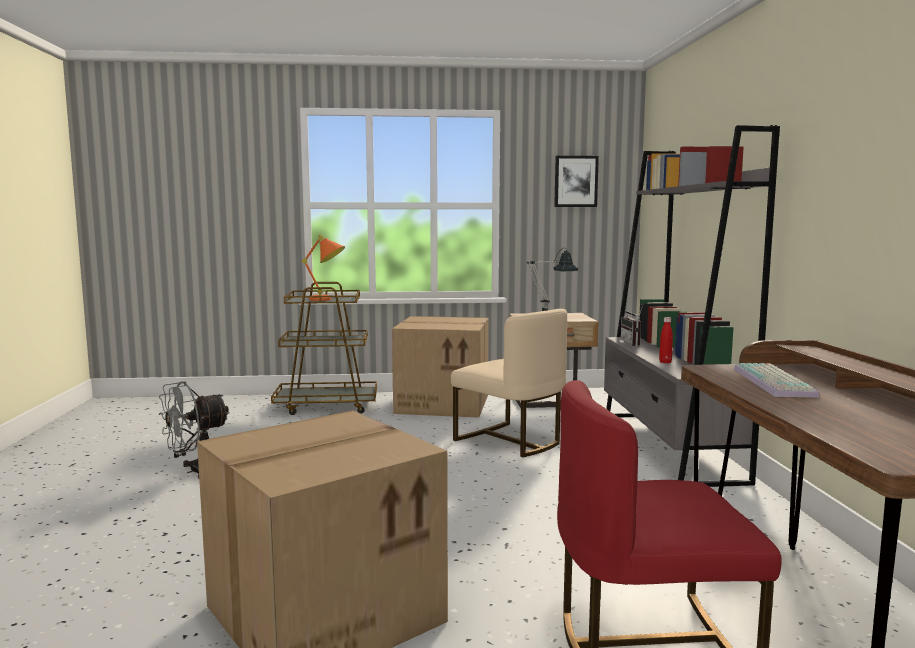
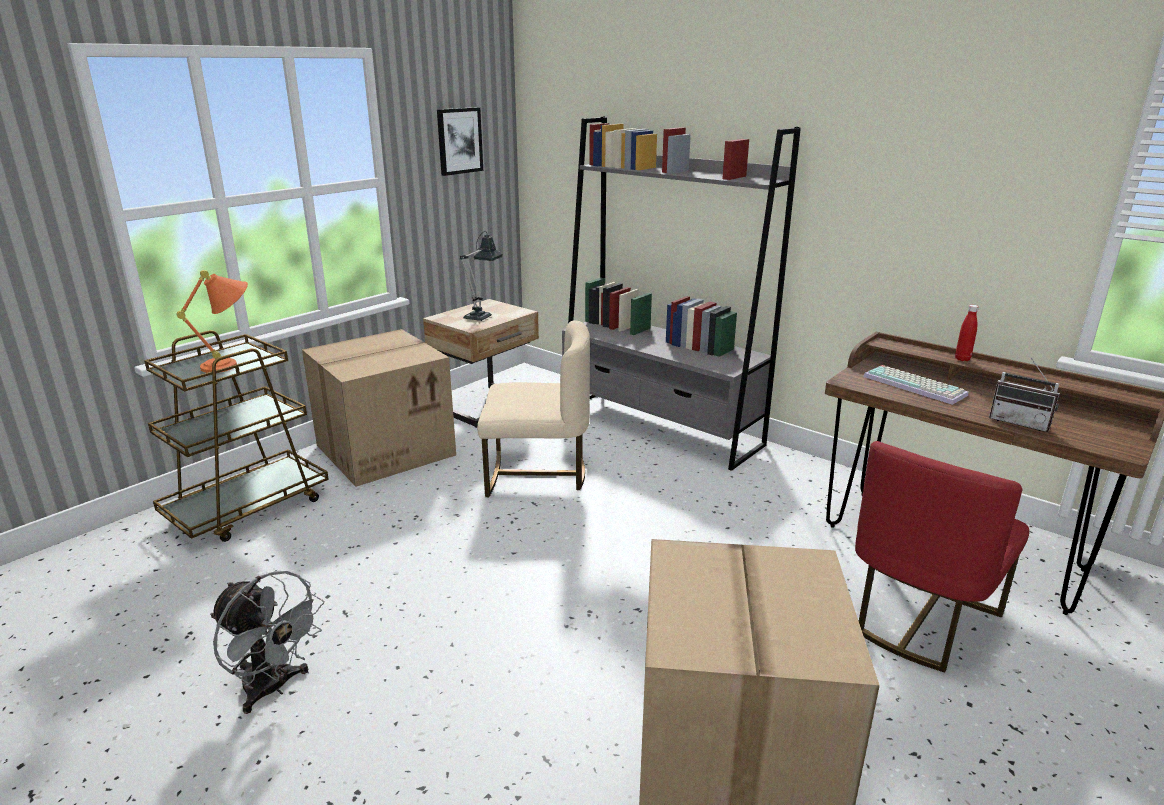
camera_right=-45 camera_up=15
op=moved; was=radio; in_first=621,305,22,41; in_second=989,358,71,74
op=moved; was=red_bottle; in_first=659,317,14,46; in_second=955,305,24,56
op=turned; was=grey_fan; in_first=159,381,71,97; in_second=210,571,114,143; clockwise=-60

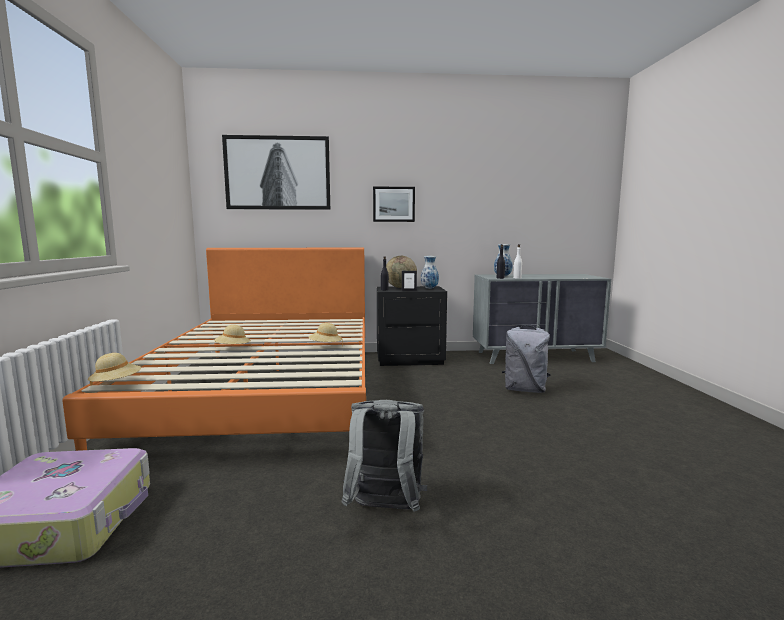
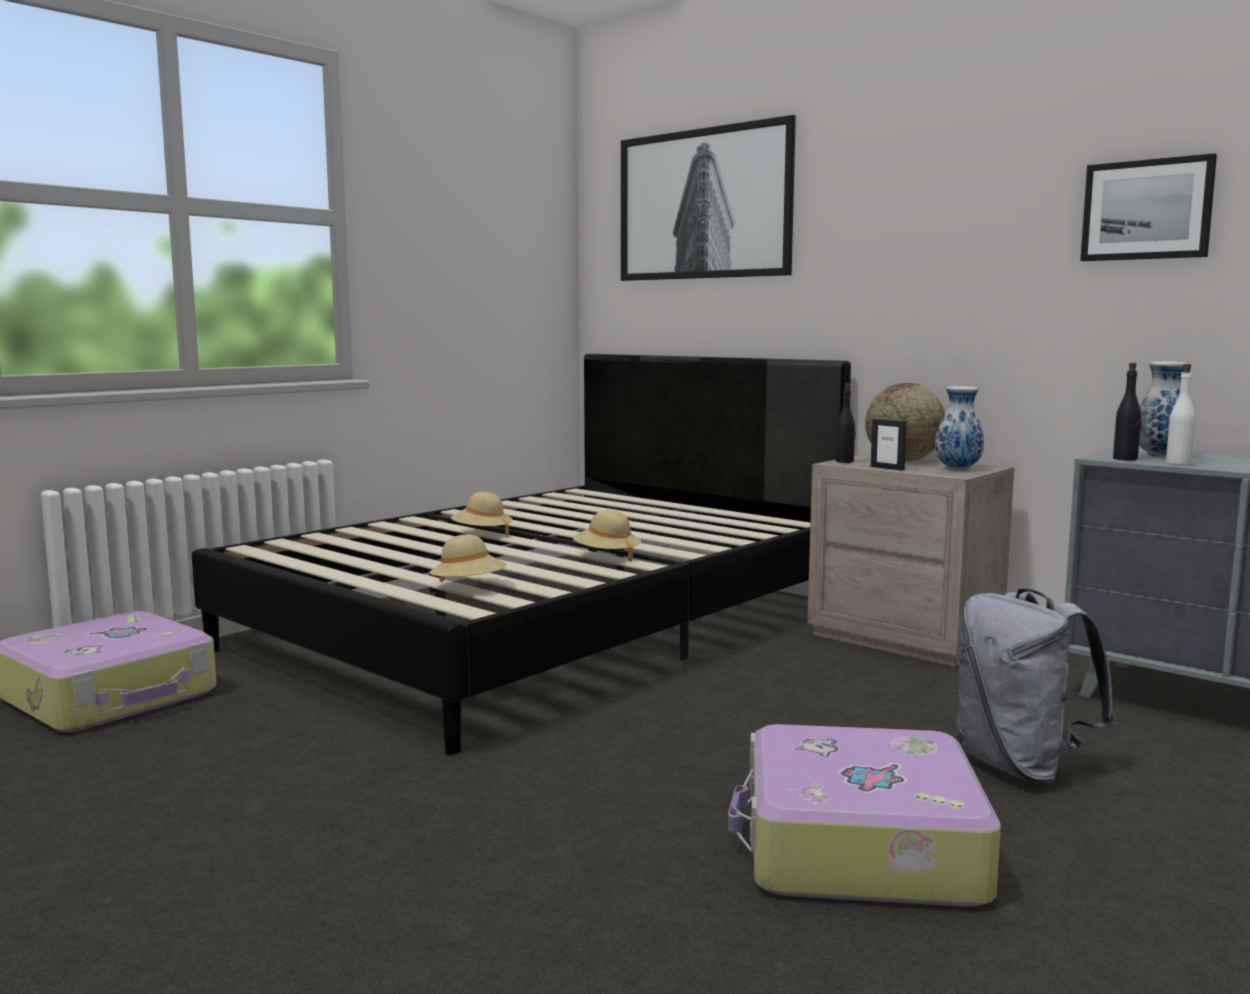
camera_right=45 camera_up=0
op=removed; was=grey_backpack; in_first=342,400,85,112
op=added; now=suitcase; in_second=728,724,273,183
op=moved; was=beige_hat; in_first=88,353,53,33; in_second=429,534,78,48
op=moved; was=picture; in_first=373,187,42,35; in_second=1080,153,137,108
op=recoloured; was=orange_bed; now=black_bed; in_first=62,248,304,203; in_second=192,354,659,401
op=recoloured; was=black_nightstand; now=beige_nightstand; in_first=377,286,70,80; in_second=807,454,207,213

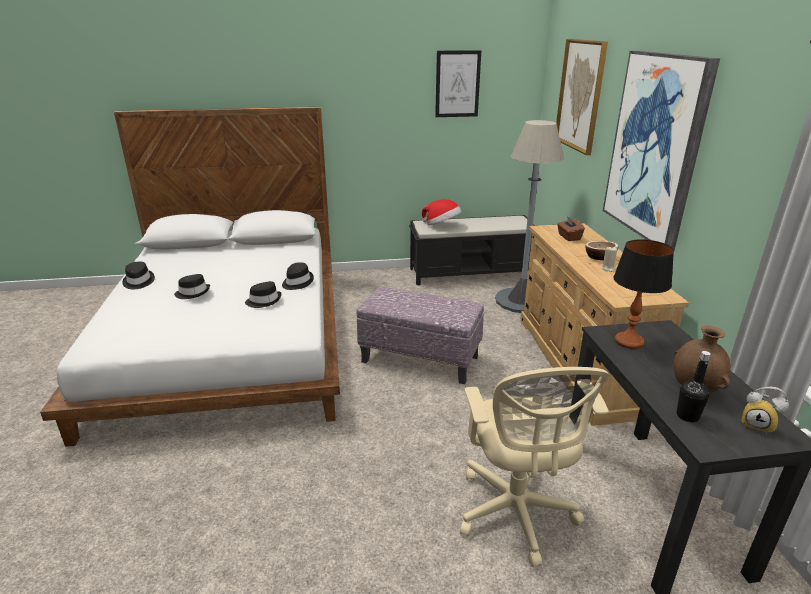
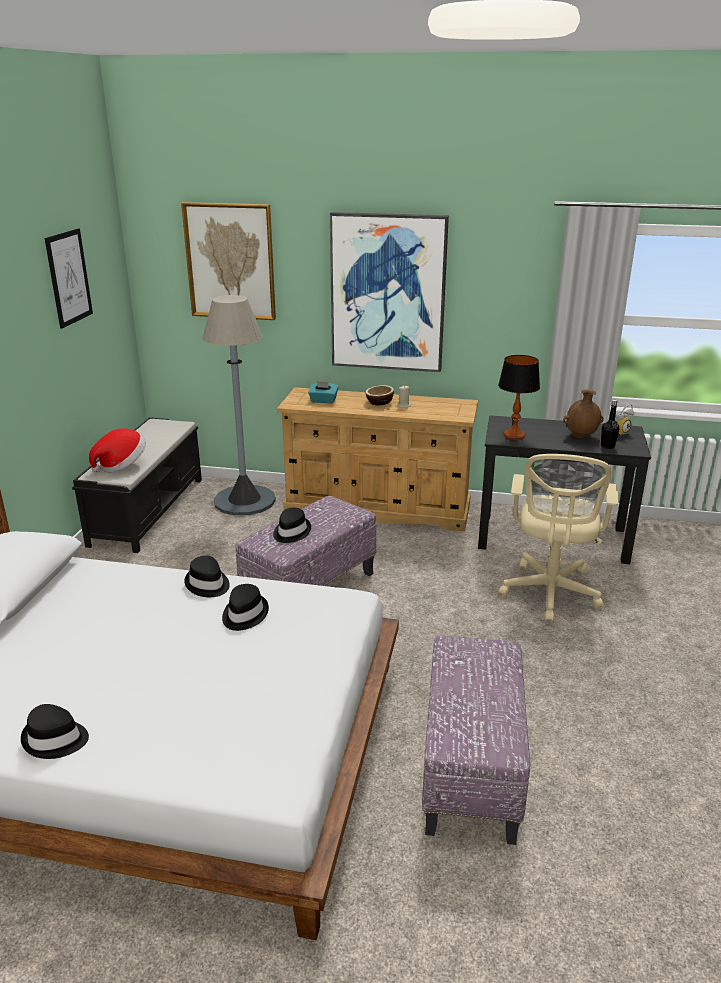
camera_right=-70 camera_up=0
op=added; now=ottoman; in_second=422,635,108,210
op=moved; was=black_hat; in_first=174,274,36,25; in_second=273,508,38,35
op=recoloured; was=brown_tissue_box; now=turquoise_tissue_box; in_first=557,216,28,25; in_second=308,381,30,22
op=turned; was=beige_office_chair; in_first=460,367,150,200; in_second=499,454,119,168; clockwise=90

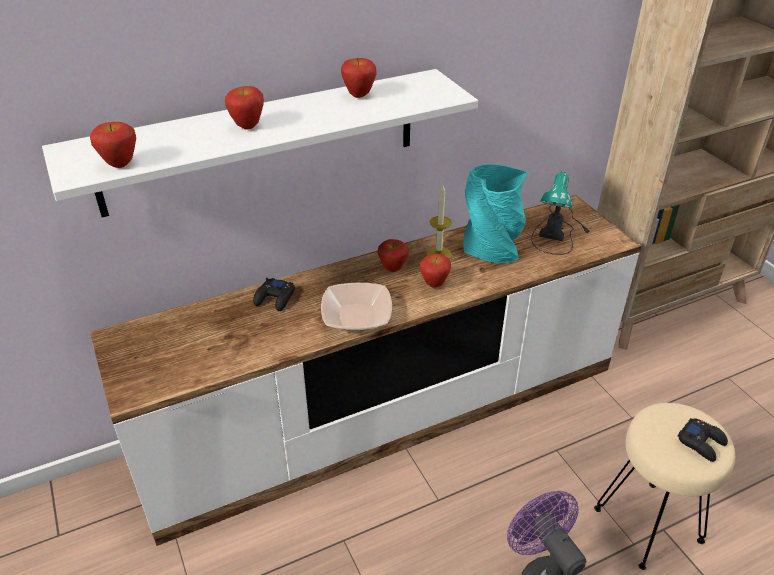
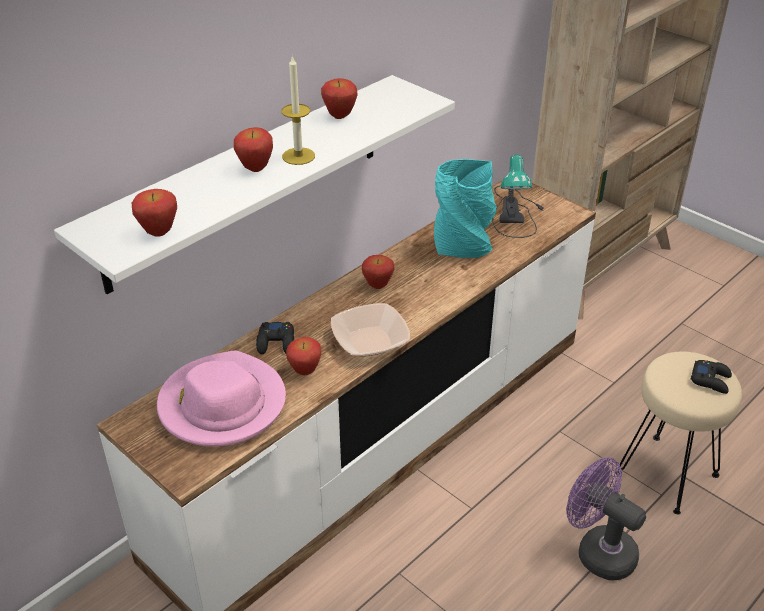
camera_right=-20 camera_up=0
op=added; now=pink_hat; in_second=157,351,129,96
op=moved; was=apple; in_first=420,254,31,34; in_second=286,337,35,38
op=moved; was=candle; in_first=426,185,26,74; in_second=281,55,34,110

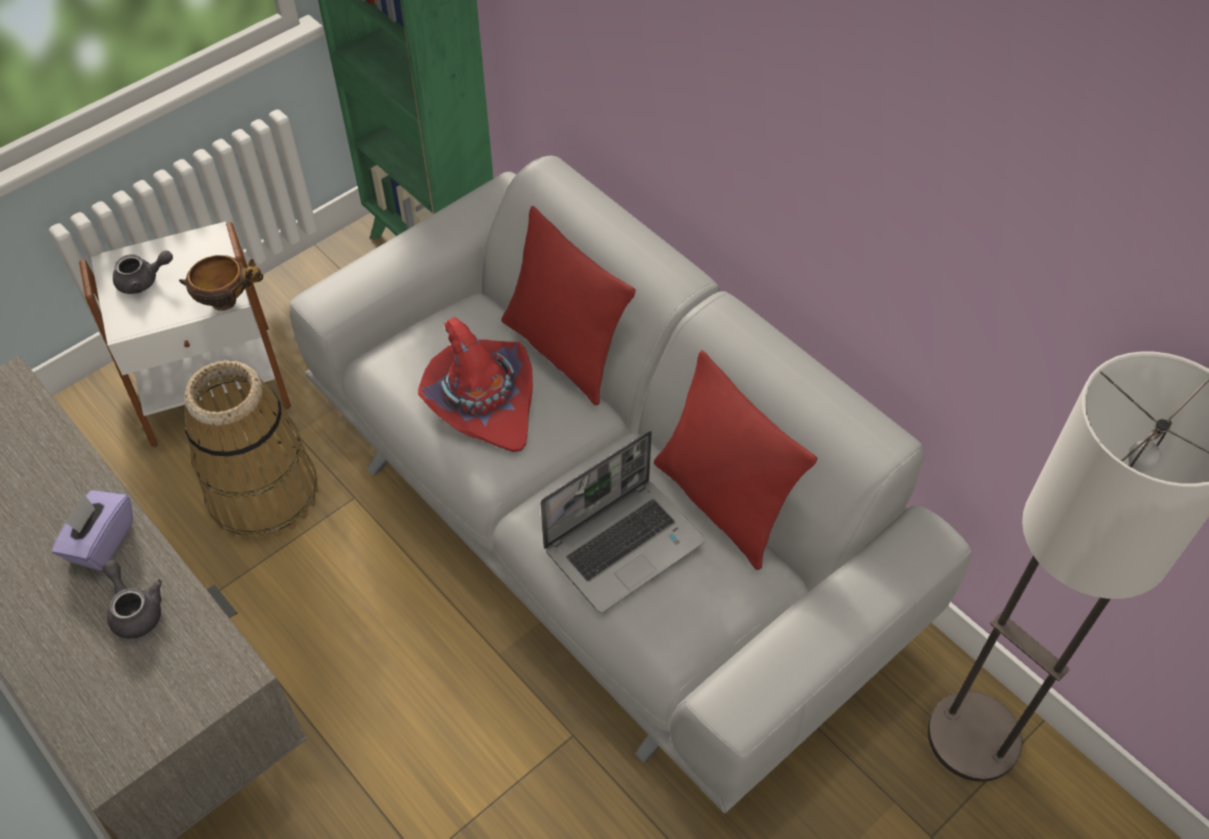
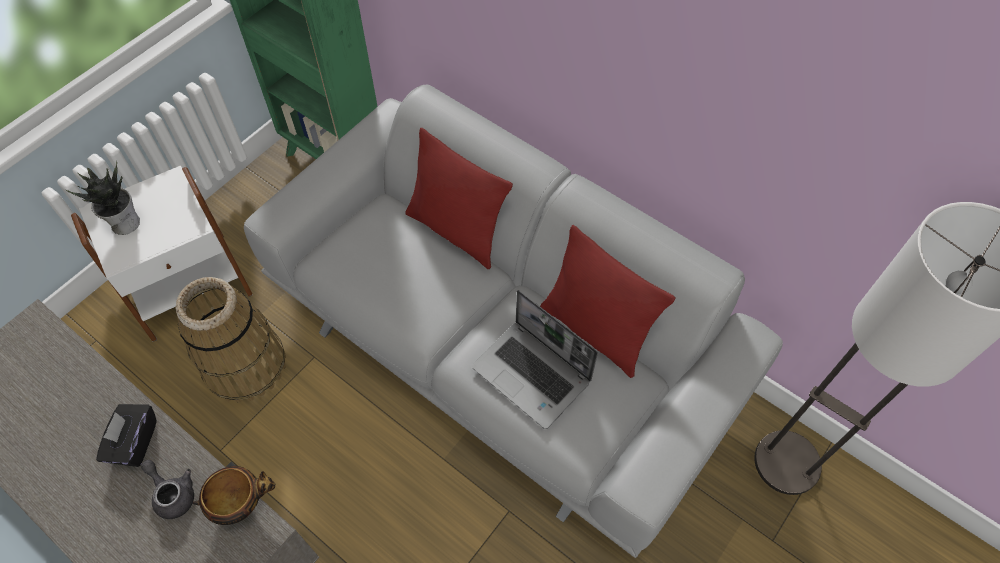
camera_right=-10 camera_up=5
op=removed; was=red_hat; in_first=418,317,115,135
op=moved; was=bowl; in_first=179,255,85,56; in_second=192,466,83,59
op=replaced; was=grey_teapot; now=potted_plant; in_first=113,250,60,44; in_second=66,160,74,75
op=recoloured; was=purple_tissue_box; now=black_tissue_box; in_first=51,490,82,81; in_second=96,404,61,63
op=turned; was=laptop; in_first=540,431,165,182; in_second=472,290,126,139; clockwise=90

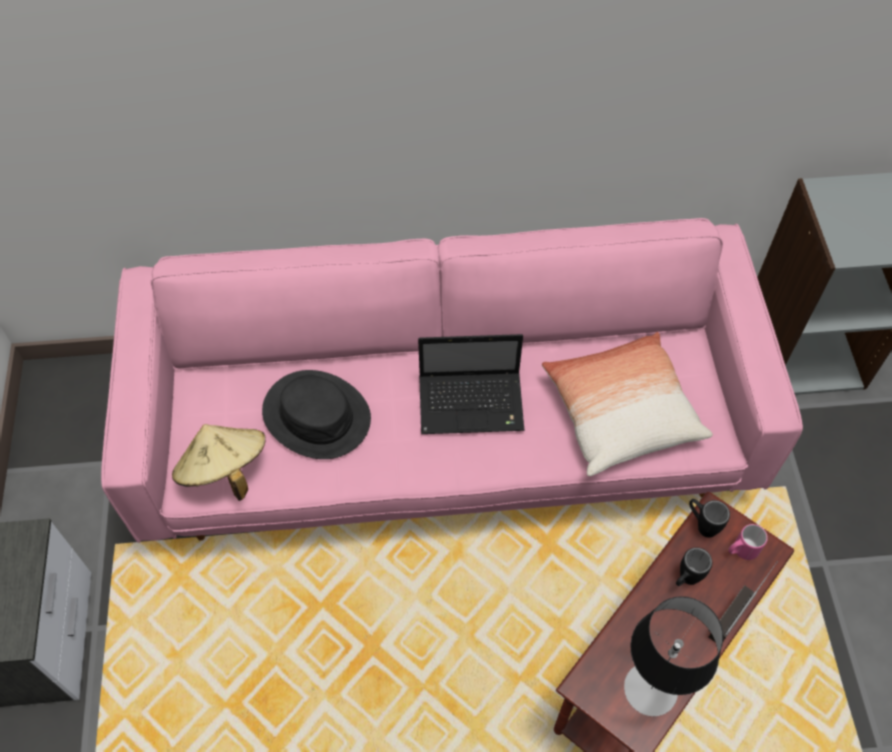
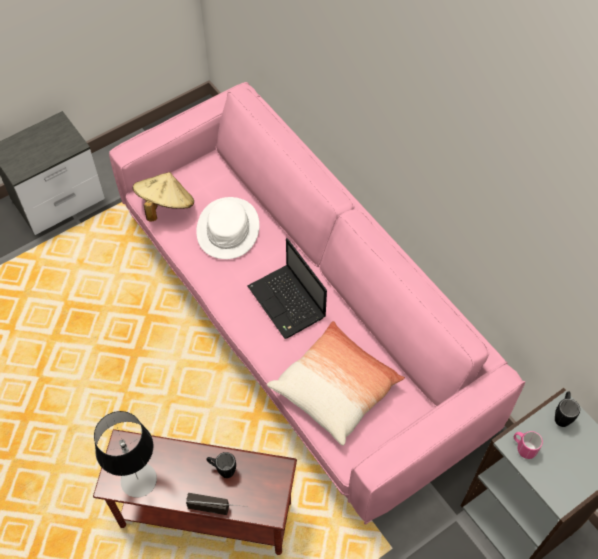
camera_right=60 camera_up=0
op=moved; was=black_mug; in_first=689,499,41,39; in_second=555,392,25,35
op=moved; was=pink_mug; in_first=729,524,39,36; in_second=514,431,29,28
op=recoloured; was=black_hat; now=white_hat; in_first=262,370,109,89; in_second=196,197,63,62

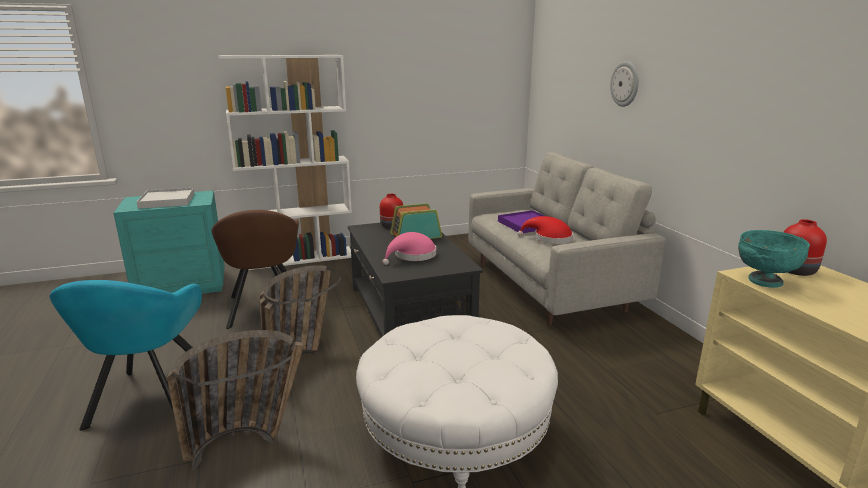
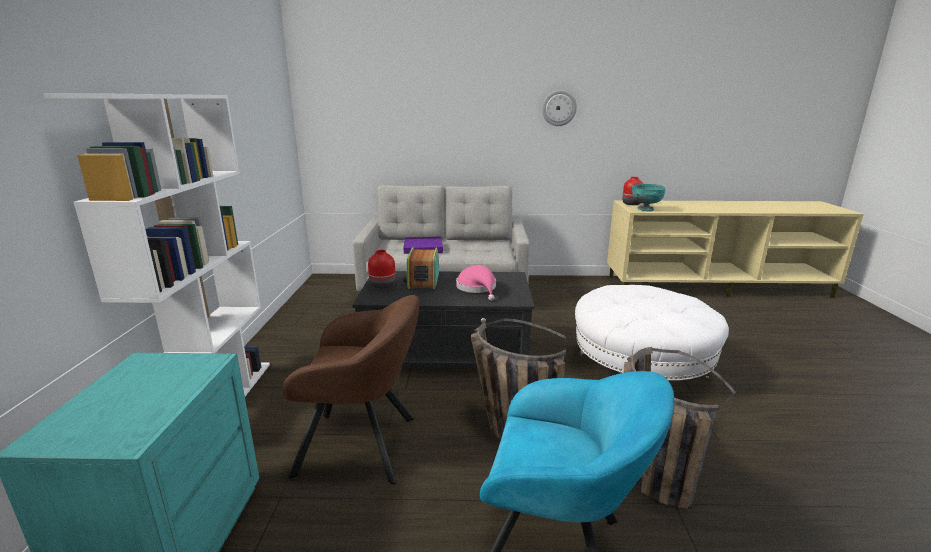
camera_right=-70 camera_up=0
op=removed; was=white_tray; in_first=136,188,58,21
op=removed; was=red_hat; in_first=517,216,56,28
op=moved; was=wall_clock; in_first=610,61,29,46; in_second=542,90,35,36

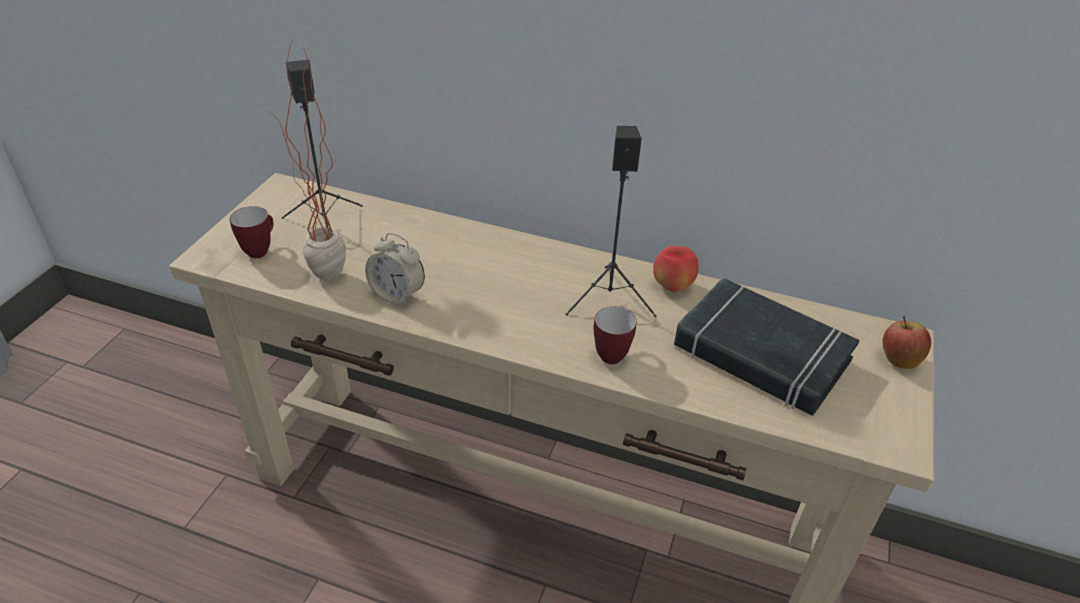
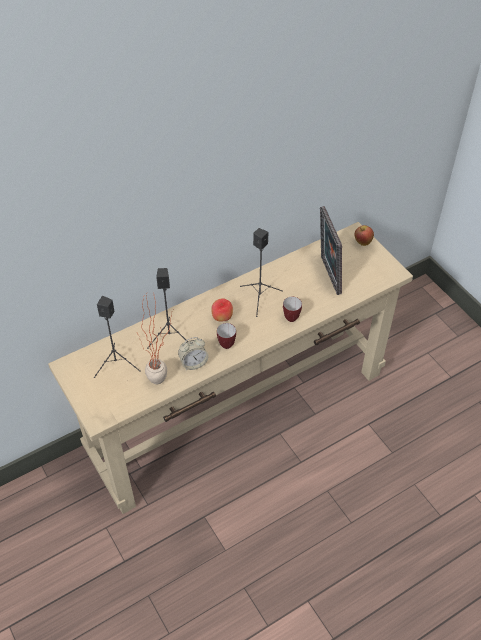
camera_right=-50 camera_up=10
op=added; now=black_speaker; in_second=147,268,41,81
op=moved; was=mug; in_first=230,206,44,52; in_second=217,323,19,26
op=moved; was=apple; in_first=653,246,46,46; in_second=211,298,22,23
op=replaced; was=black_book; now=picture_frame; in_first=674,278,186,138; in_second=320,206,22,89

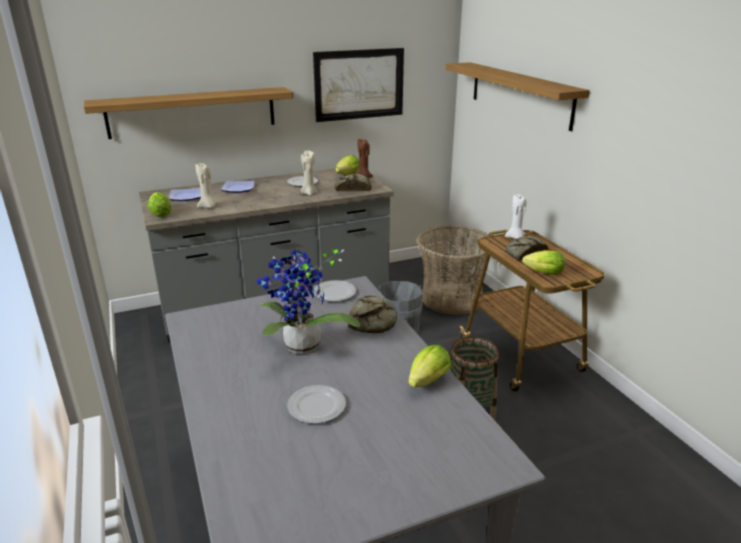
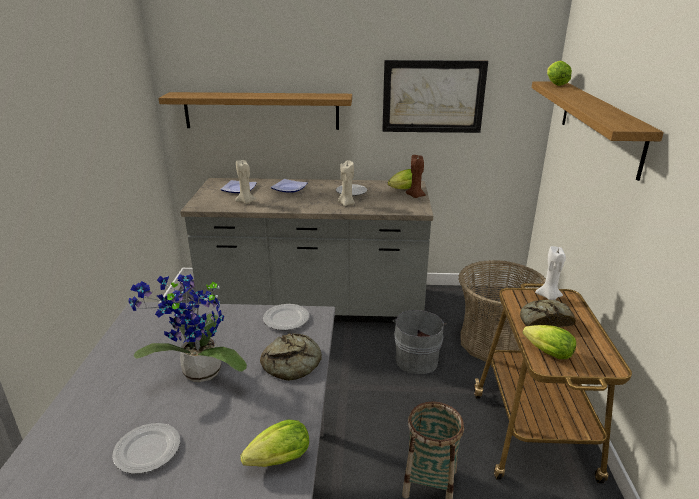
camera_right=25 camera_up=0
op=removed; was=bread; in_first=334,174,38,18
op=moved; was=lettuce; in_first=148,192,24,25; in_second=547,60,25,26

